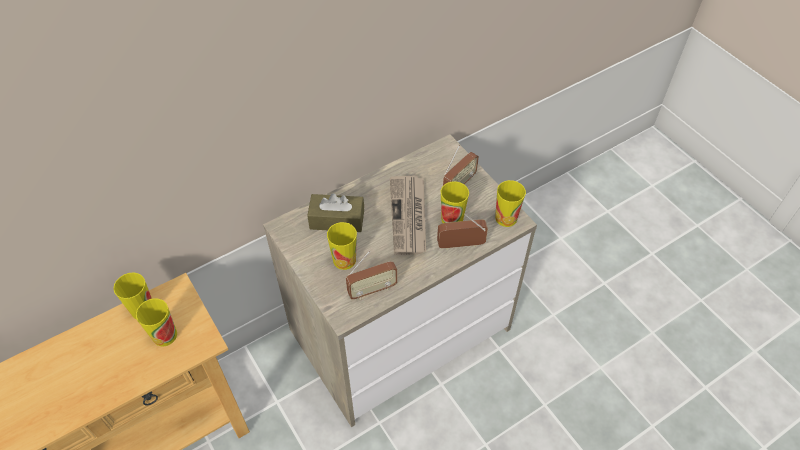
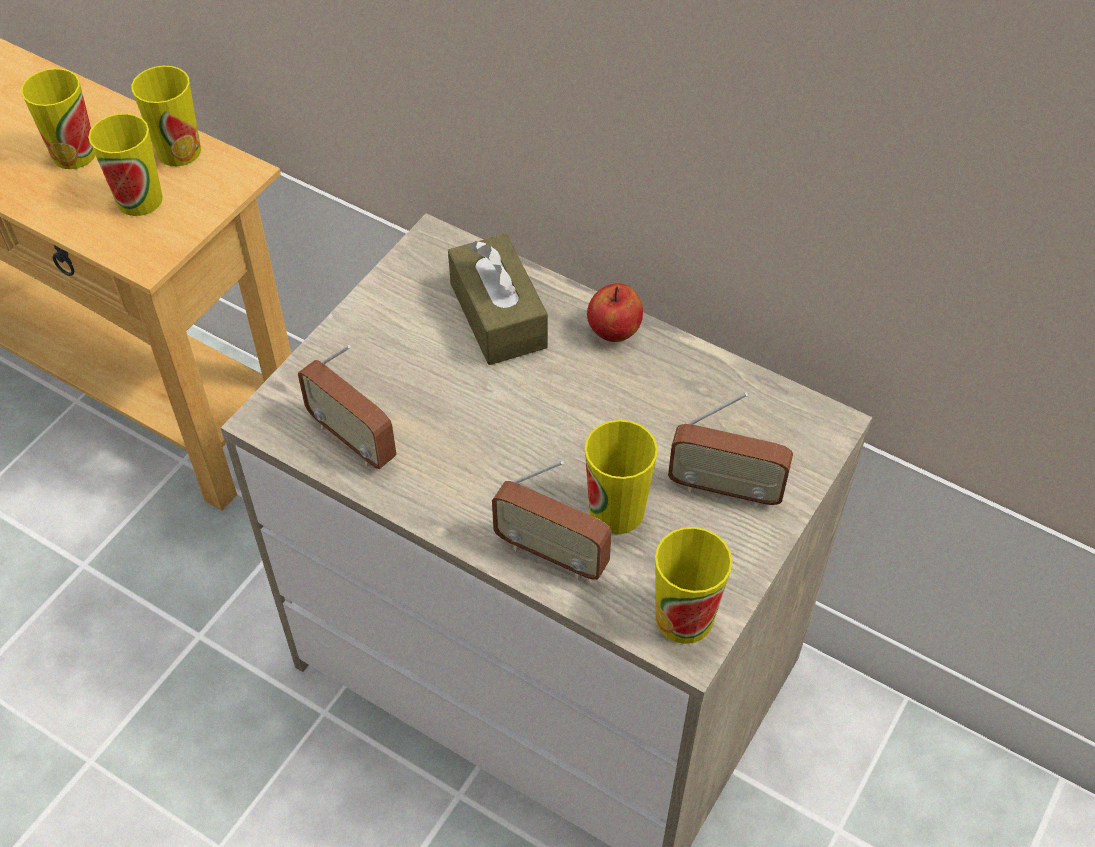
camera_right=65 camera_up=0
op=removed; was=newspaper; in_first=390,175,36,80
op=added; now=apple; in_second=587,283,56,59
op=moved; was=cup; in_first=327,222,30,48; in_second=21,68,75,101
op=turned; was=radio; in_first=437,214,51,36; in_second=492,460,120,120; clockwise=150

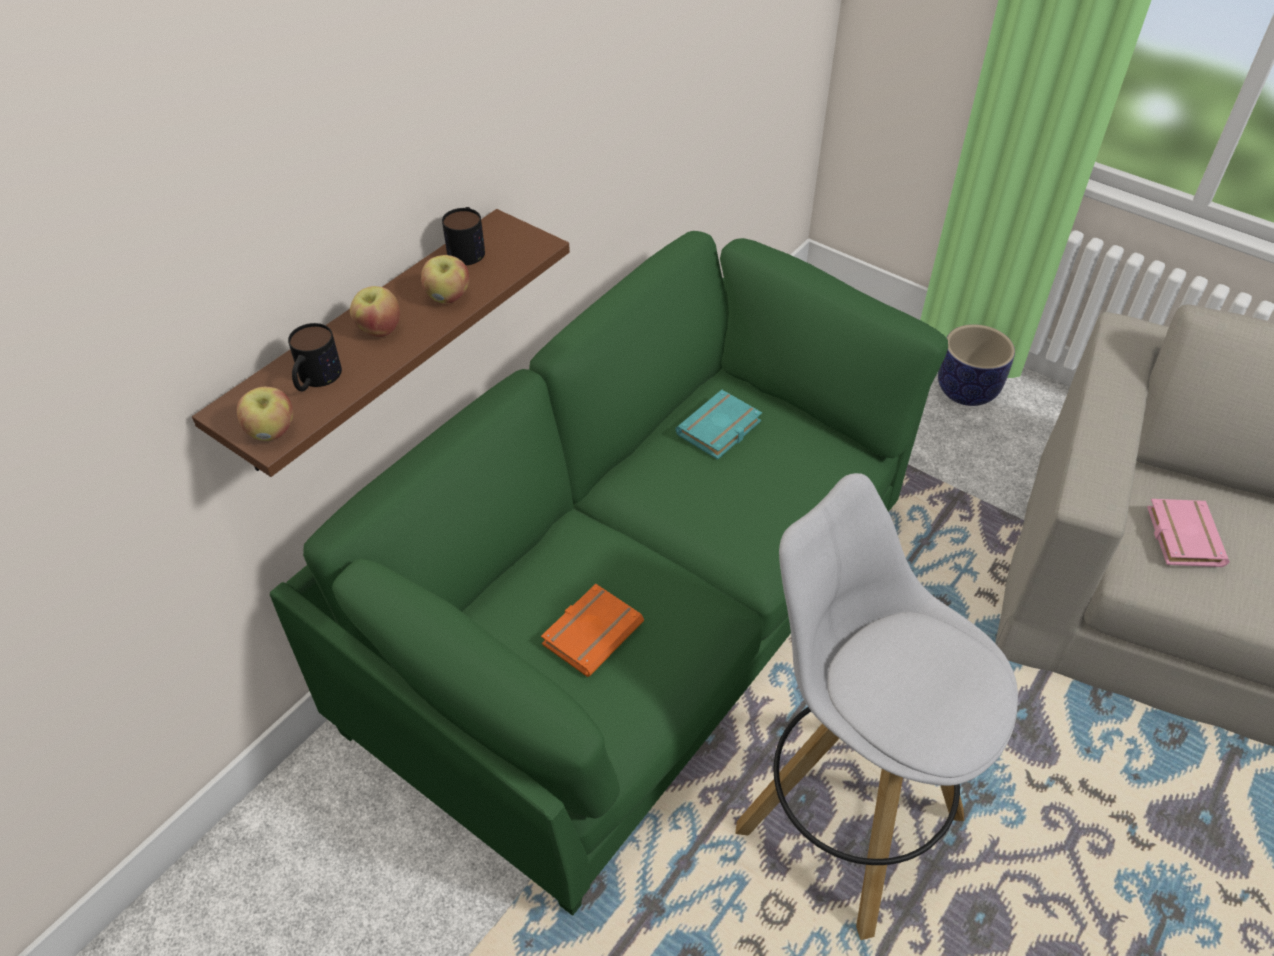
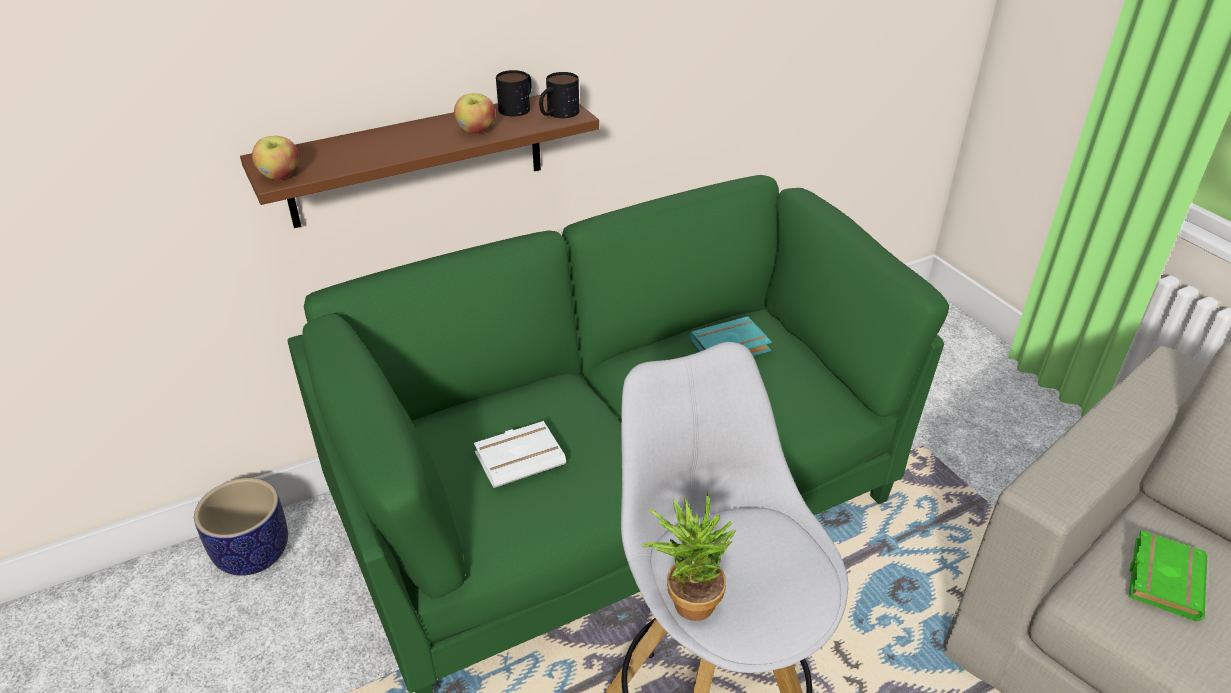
camera_right=25 camera_up=-10
op=removed; was=apple; in_first=350,286,50,51
op=added; now=potted_plant; in_second=642,491,94,130
op=moved; was=mug; in_first=288,323,54,68; in_second=539,72,40,46
op=moved; was=planter; in_first=938,324,77,82; in_second=194,478,94,98
op=recoloured; was=orange_book; now=white_book; in_first=541,584,103,93; in_second=474,421,92,67
op=recoloured; was=pink_book; now=green_book; in_first=1147,499,83,68; in_second=1129,530,78,91

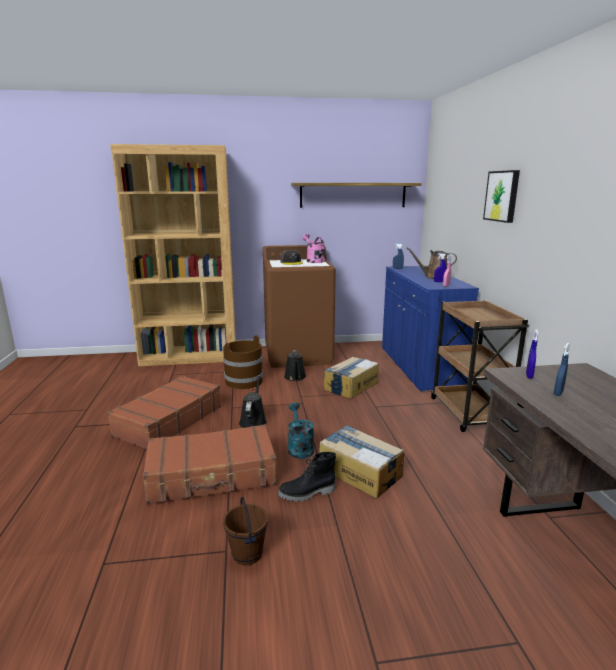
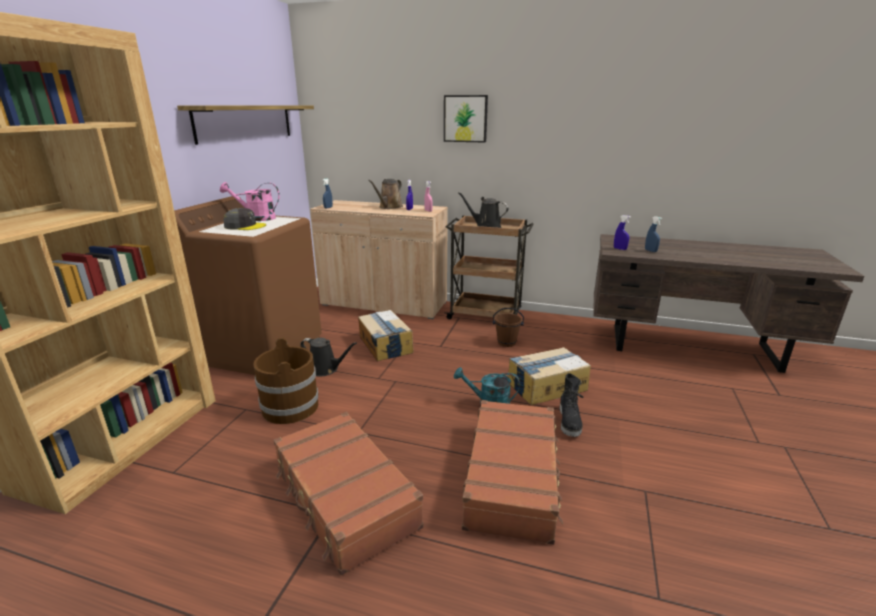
camera_right=-65 camera_up=5
op=moved; was=brown_bucket; in_first=223,497,45,69; in_second=493,308,31,39
op=moved; was=black_watering_can; in_first=239,375,28,53; in_second=458,192,51,36
op=recoloured; was=blue_cabinet; now=beige_cabinet; in_first=382,266,97,126; in_second=310,200,138,119

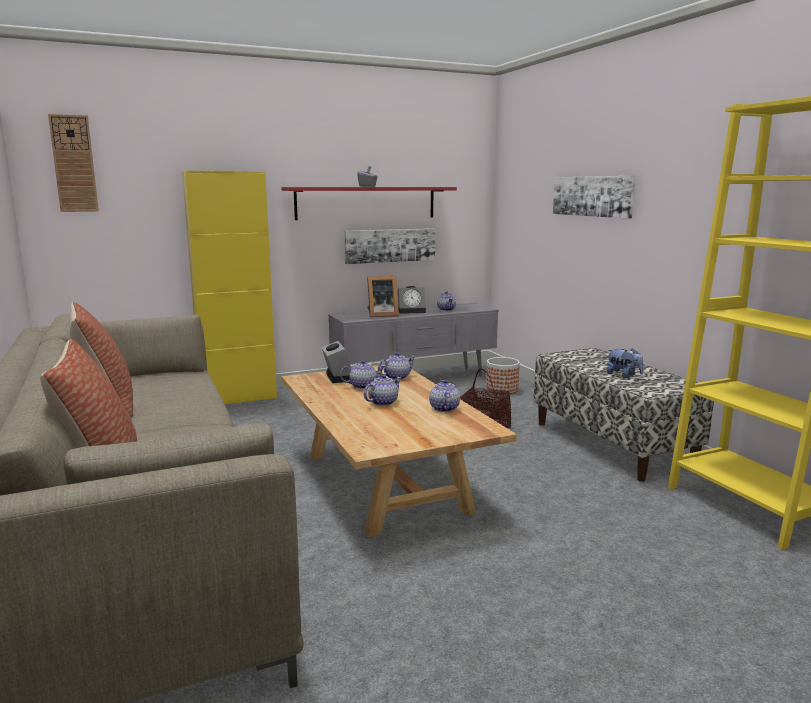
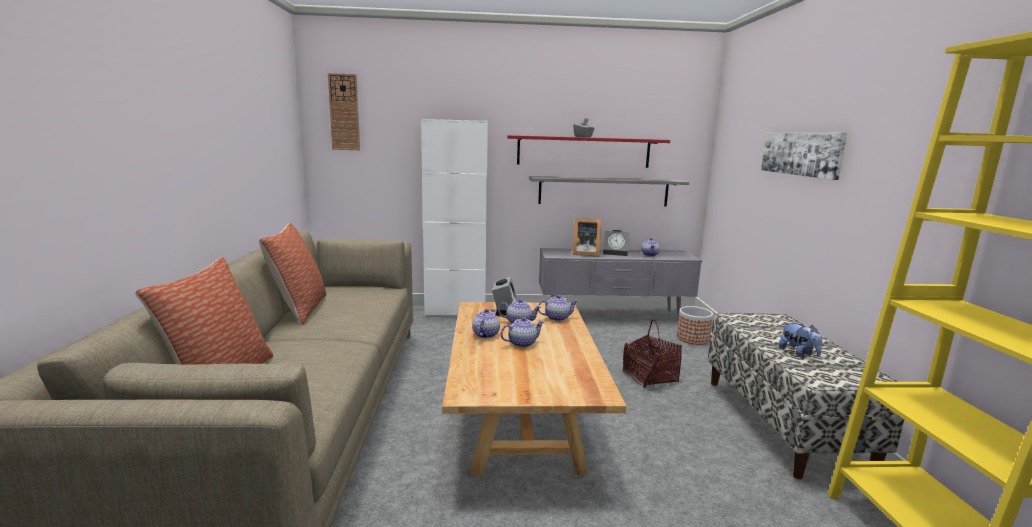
camera_right=20 camera_up=0
op=moved; was=teapot; in_first=429,380,31,32; in_second=472,309,28,29
op=replaced; was=picture; now=grey_shelf; in_first=345,228,90,36; in_second=529,176,160,31
op=recoloured; was=yellow_cabinet; now=white_cabinet; in_first=182,170,95,234; in_second=421,119,67,197

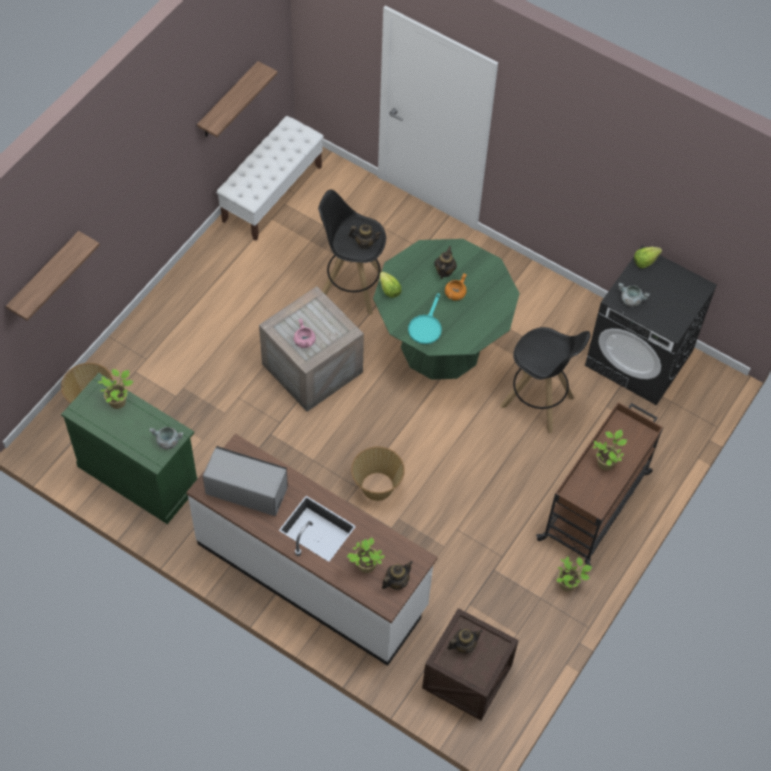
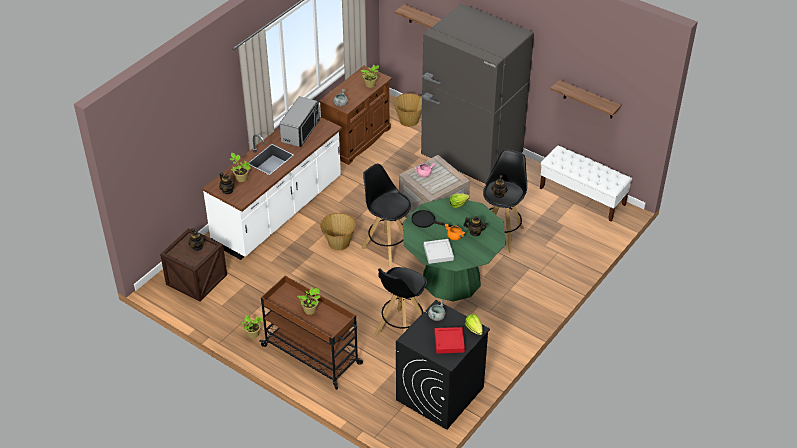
camera_right=95 camera_up=-15
op=added; now=black_stool; in_second=362,164,49,104
op=added; now=grey_fridge; in_second=421,4,113,180
op=added; now=grey_tray; in_second=424,239,30,25
op=added; now=red_tray; in_second=434,327,31,27
op=recoloured; was=green_cabinet; now=brown_cabinet; in_first=61,373,137,151; in_second=319,65,73,100
op=recoloured; was=turquoise_frying_pan; now=black_frying_pan; in_first=408,293,34,51; in_second=411,210,42,18

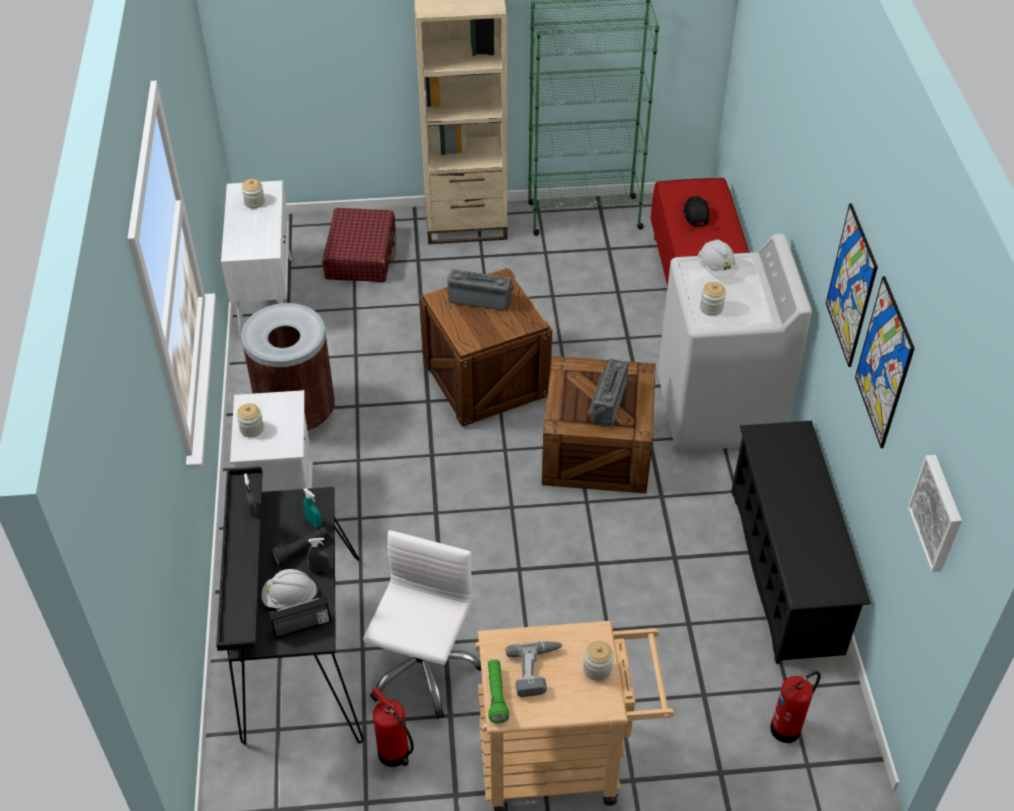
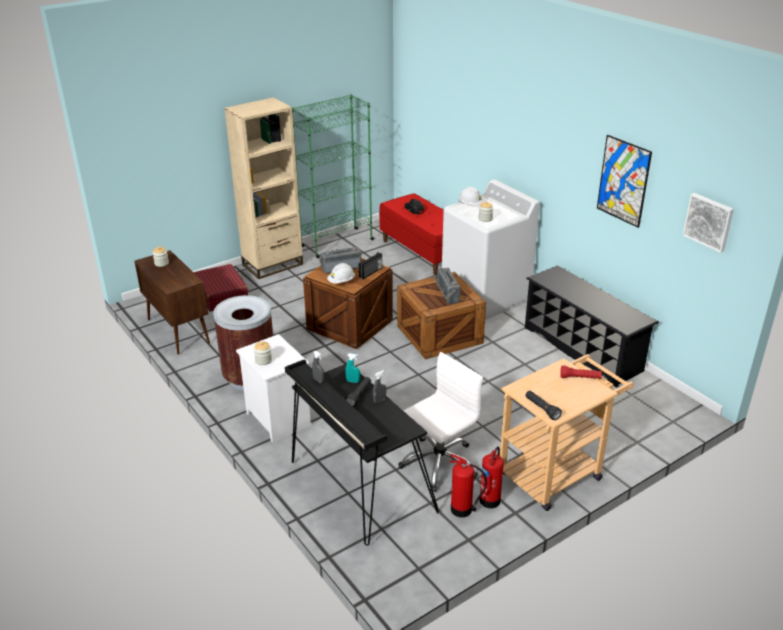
camera_right=-30 camera_up=-15
op=removed; was=power_drill; in_first=506,641,57,56
op=removed; was=picture; in_first=826,203,52,164
op=moved; was=white_hard_hat; in_first=262,569,56,40; in_second=327,263,28,21
op=moved; was=radio; in_first=269,595,62,44; in_second=359,252,23,27
op=moved; was=fire_extinguisher; in_first=770,671,51,72; in_second=479,447,25,61
op=replaced; was=jar; now=red_flashlight; in_first=583,641,31,40; in_second=560,365,42,14
op=recoloured; was=white_cabinet; now=brown_cabinet; in_first=221,181,71,156; in_second=134,250,76,105
op=recoloured; was=green_flashlight; now=black_flashlight; in_first=488,659,22,64; in_second=525,391,37,29
op=turned; was=white_office_chair; in_first=363,530,118,189; in_second=398,352,85,140; clockwise=60

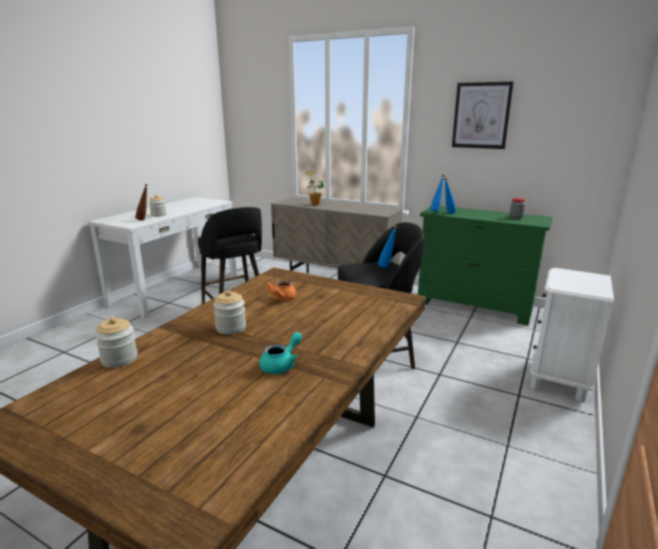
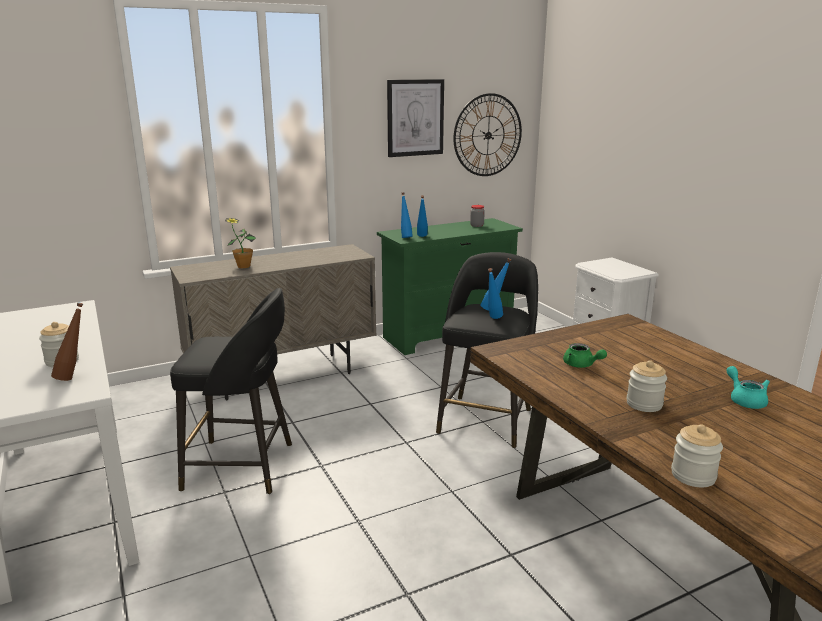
camera_right=-55 camera_up=0
op=added; now=wall_clock; in_second=453,93,69,83
op=added; now=blue_bottle; in_second=488,268,15,51
op=recoloured; was=orange_teapot; now=green_teapot; in_first=265,281,32,20; in_second=563,343,44,25

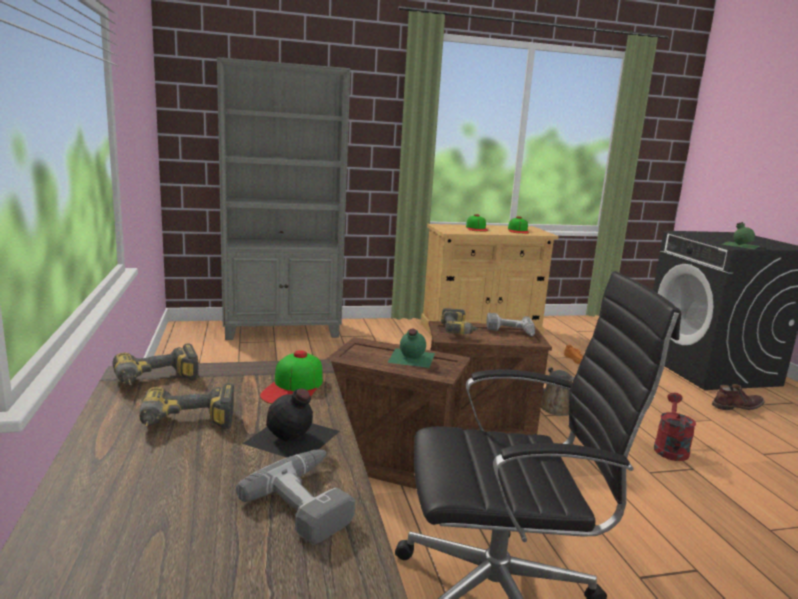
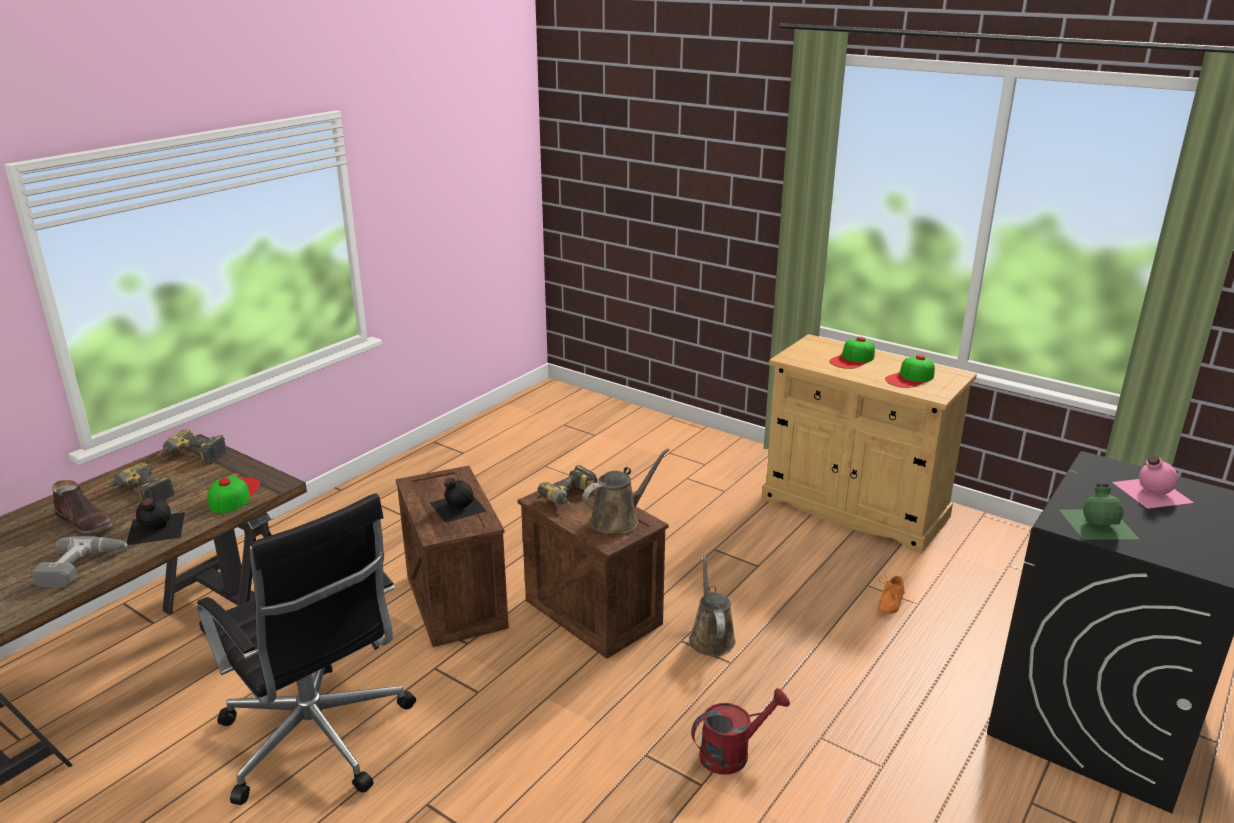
camera_right=50 camera_up=10
op=removed; was=grey_bookcase; in_first=217,57,134,283
op=added; now=pink_bottle; in_second=1112,456,82,53
op=moved; was=brown_boot; in_first=712,384,53,26; in_second=52,480,62,56
op=replaced; was=power_drill; now=brown_watering_can; in_first=486,313,49,23; in_second=582,448,87,86
op=recoloured; was=green_bottle; now=black_bottle; in_first=387,329,48,39; in_second=430,478,56,45
op=turned; was=cap; in_first=260,350,63,54; in_second=207,476,53,37; clockwise=120

